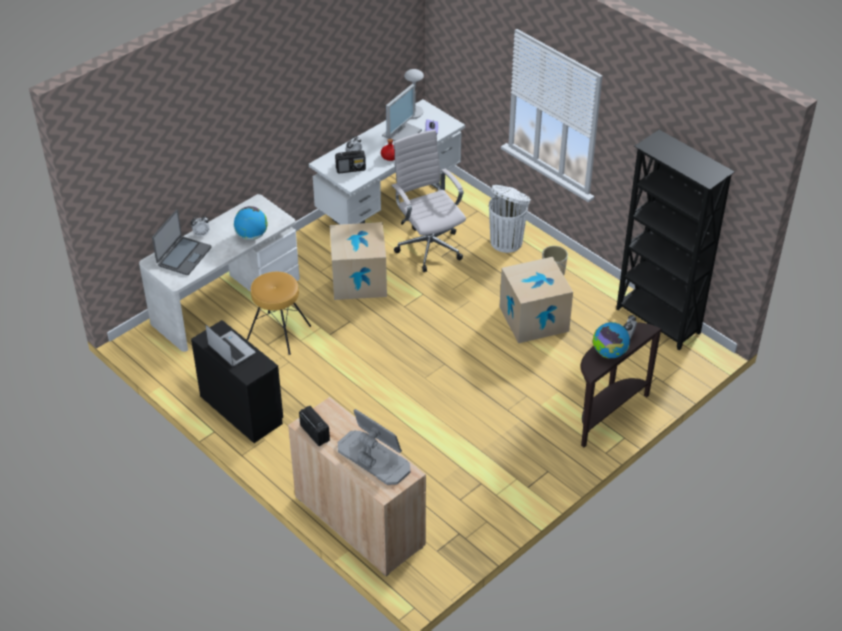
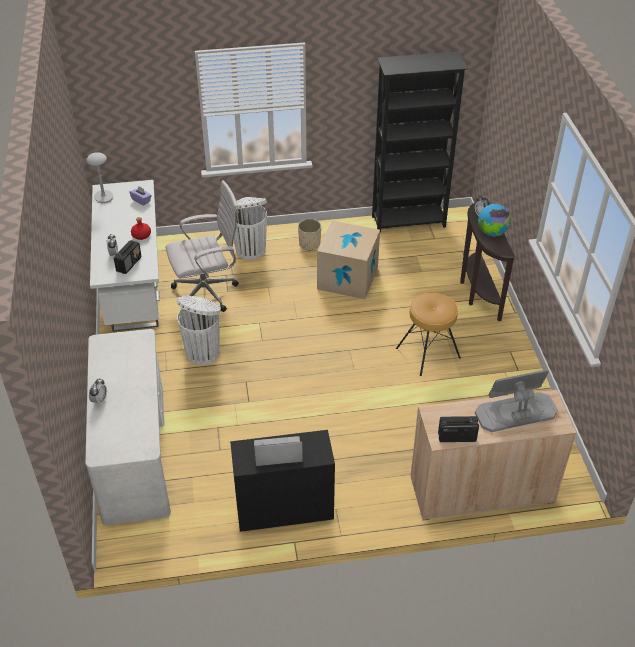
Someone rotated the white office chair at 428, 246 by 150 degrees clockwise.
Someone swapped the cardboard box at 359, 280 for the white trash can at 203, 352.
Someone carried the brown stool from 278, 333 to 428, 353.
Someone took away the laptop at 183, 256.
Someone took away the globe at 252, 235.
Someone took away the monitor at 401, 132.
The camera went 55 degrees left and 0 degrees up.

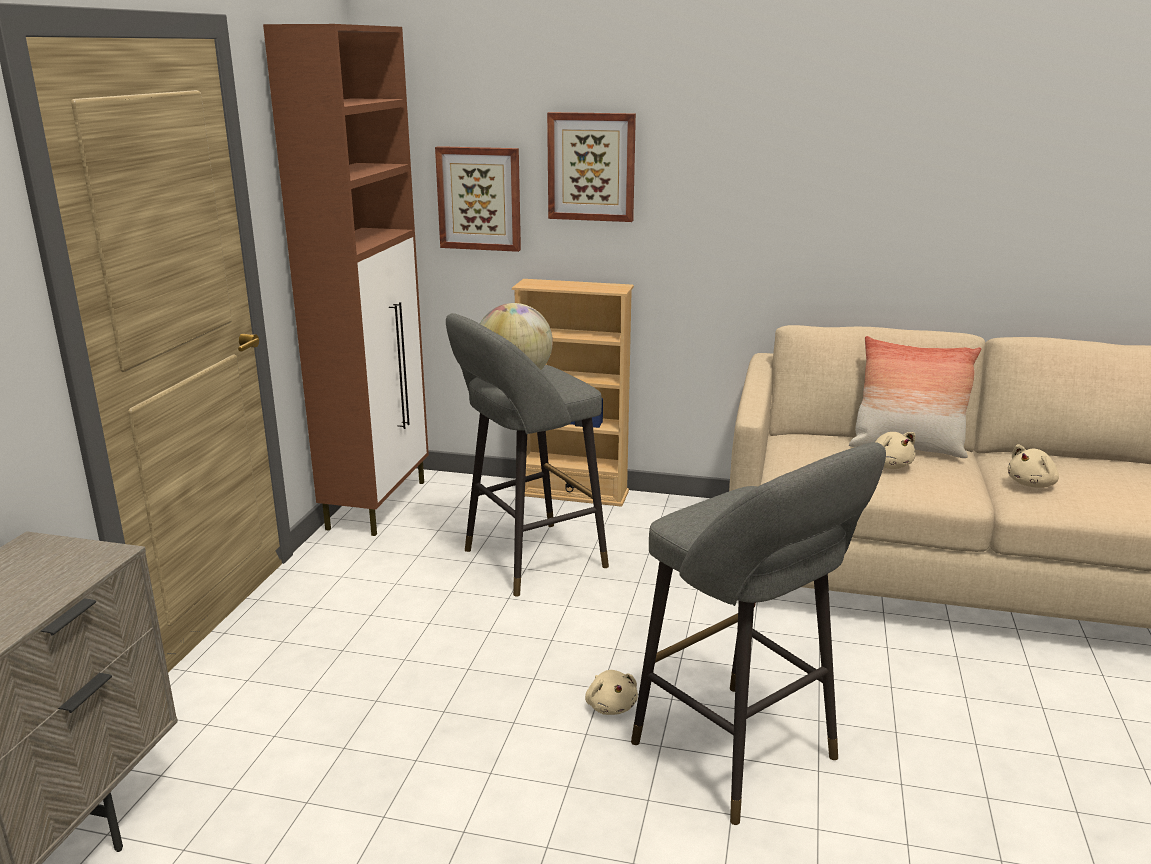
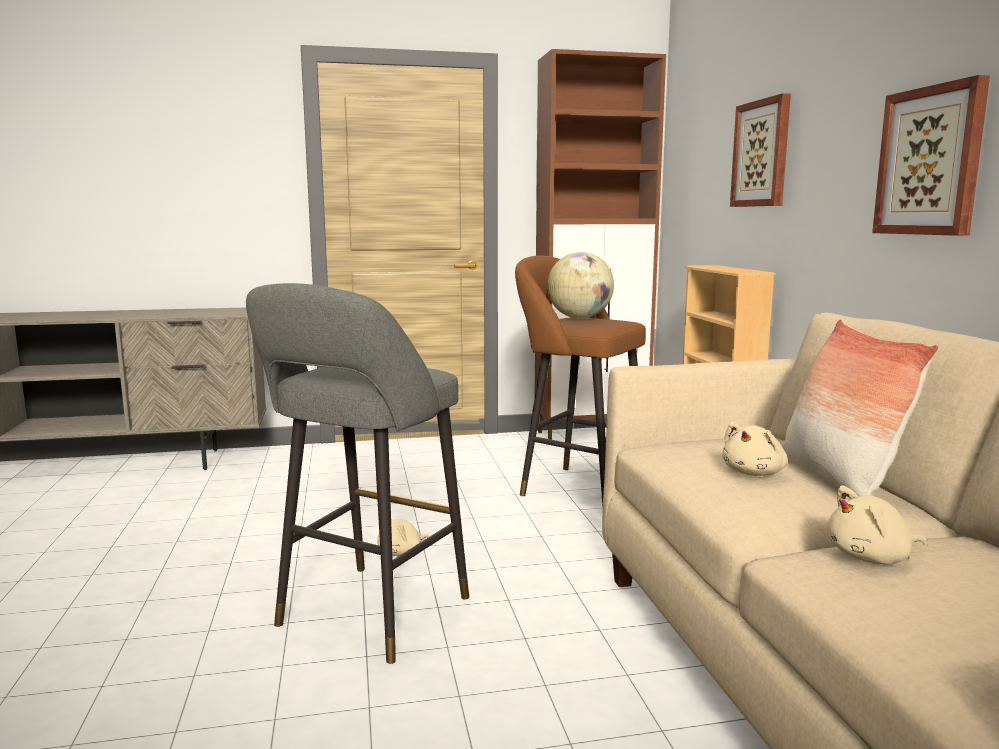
Someone repainted the grey stool at 527, 560, which became the brown stool at 577, 488.
Someone rotated the beige plush toy at 1032, 484 by 45 degrees counterclockwise.
Someone carried the picture from 479, 198 to 930, 161.
The camera went 65 degrees right and 10 degrees down.

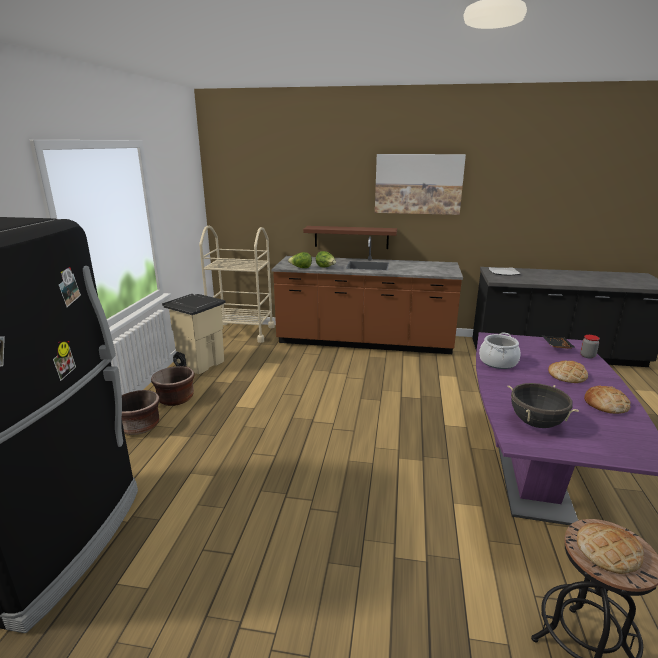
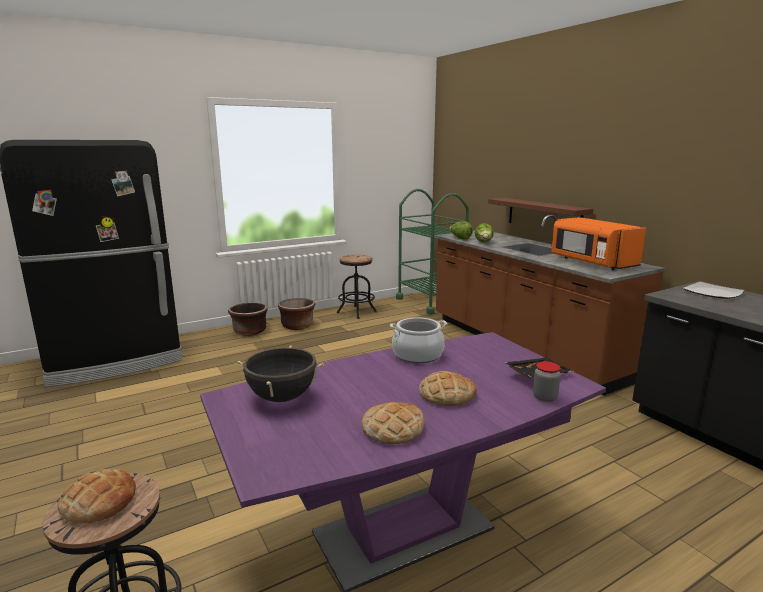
Someone swapped the beige trash can at 200, 363 for the black stool at 356, 312.
Someone repainted the beige cart at 241, 332, which became the green cart at 430, 302.
Someone put down the orange microwave at 591, 262.
Someone took away the picture at 418, 184.
The camera went 50 degrees right and 5 degrees down.

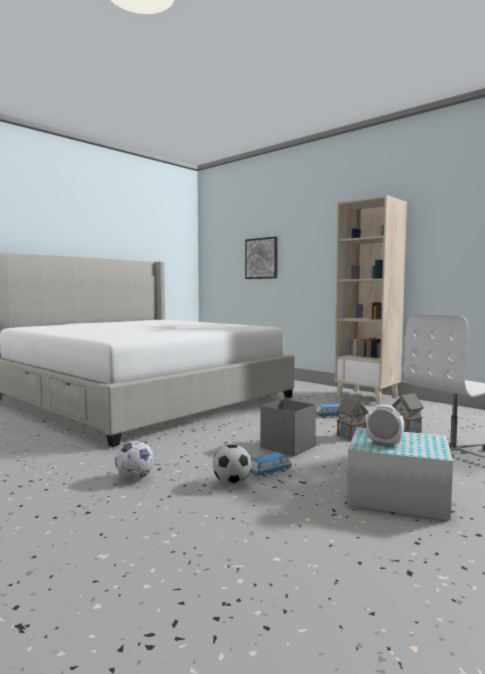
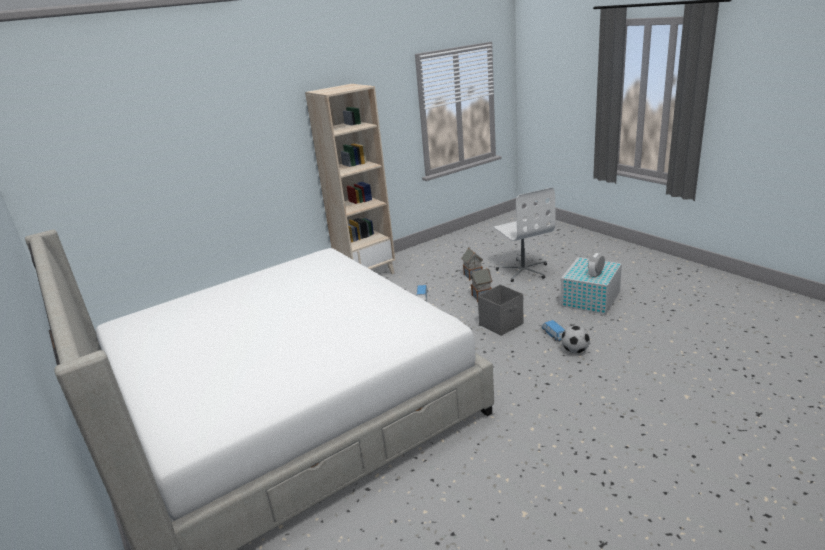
Someone took away the football at 135, 478.
Someone took away the picture at 261, 258.
The camera went 75 degrees left and 20 degrees up.

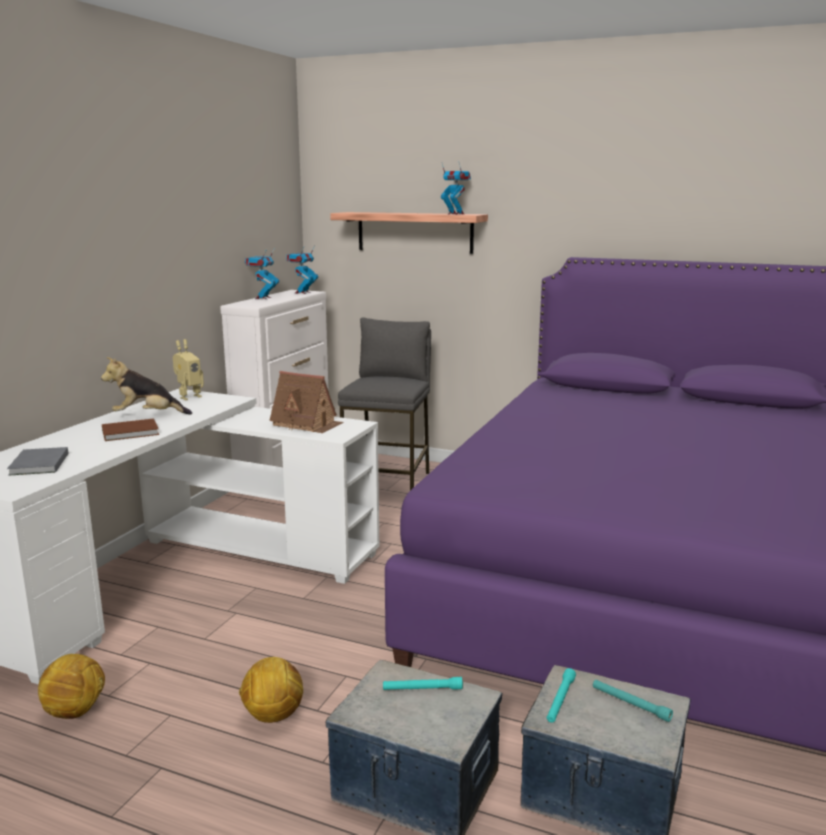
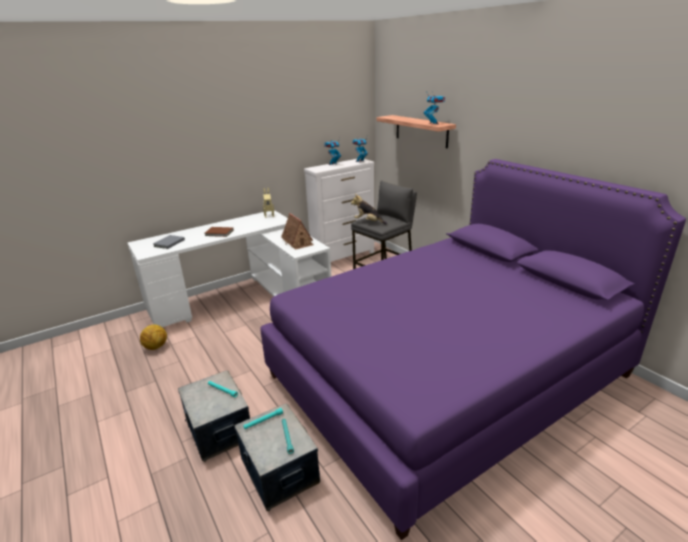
Someone carried the plush toy from 147, 416 to 368, 222.
Someone took away the football at 273, 716.
The camera went 35 degrees right and 10 degrees up.

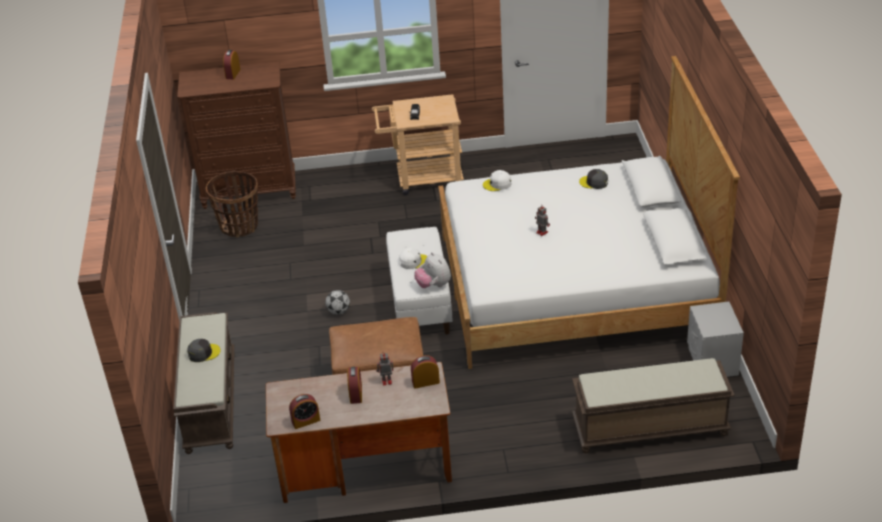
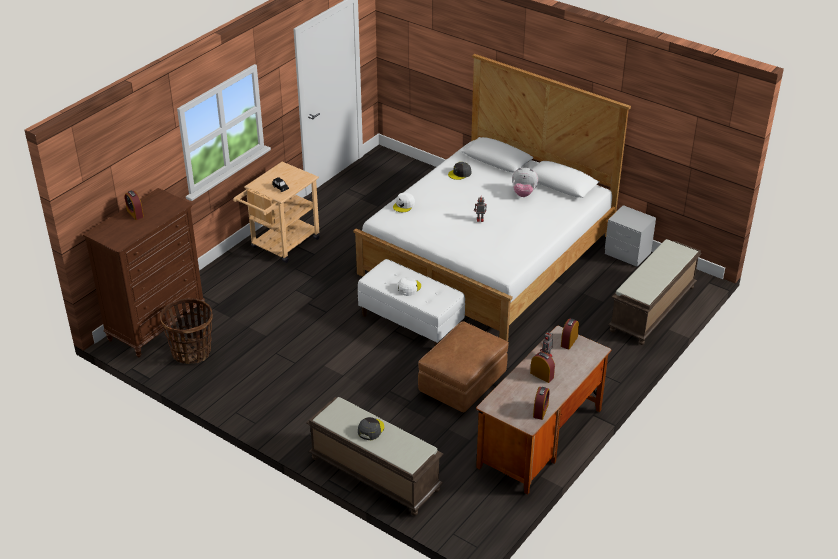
Someone carried the plush toy from 434, 285 to 523, 194.
Someone took away the football at 338, 311.
The camera went 50 degrees left and 0 degrees up.

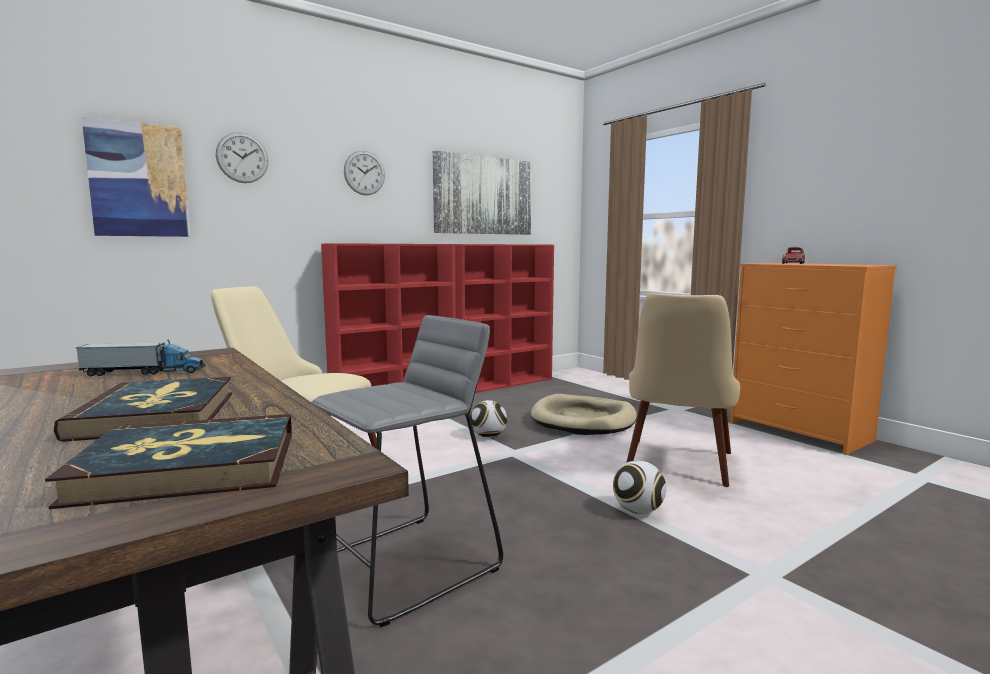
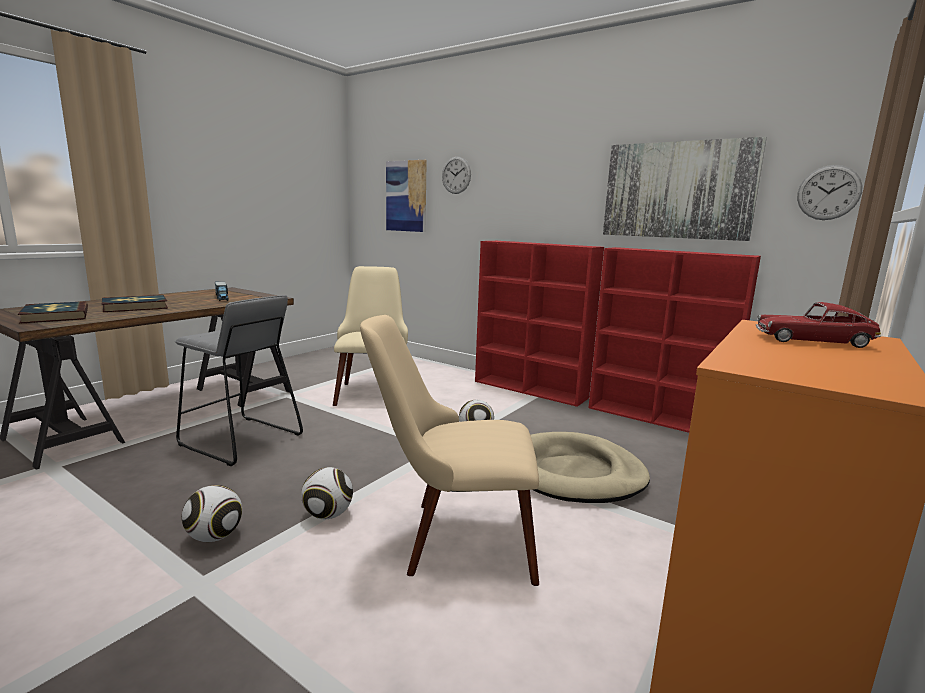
Someone put down the football at 214, 537.
Someone carried the wall clock from 364, 173 to 828, 192.
The camera went 70 degrees right and 5 degrees up.

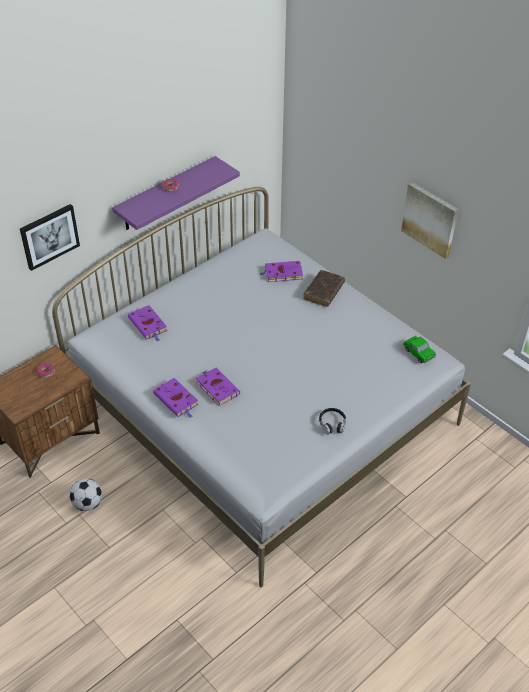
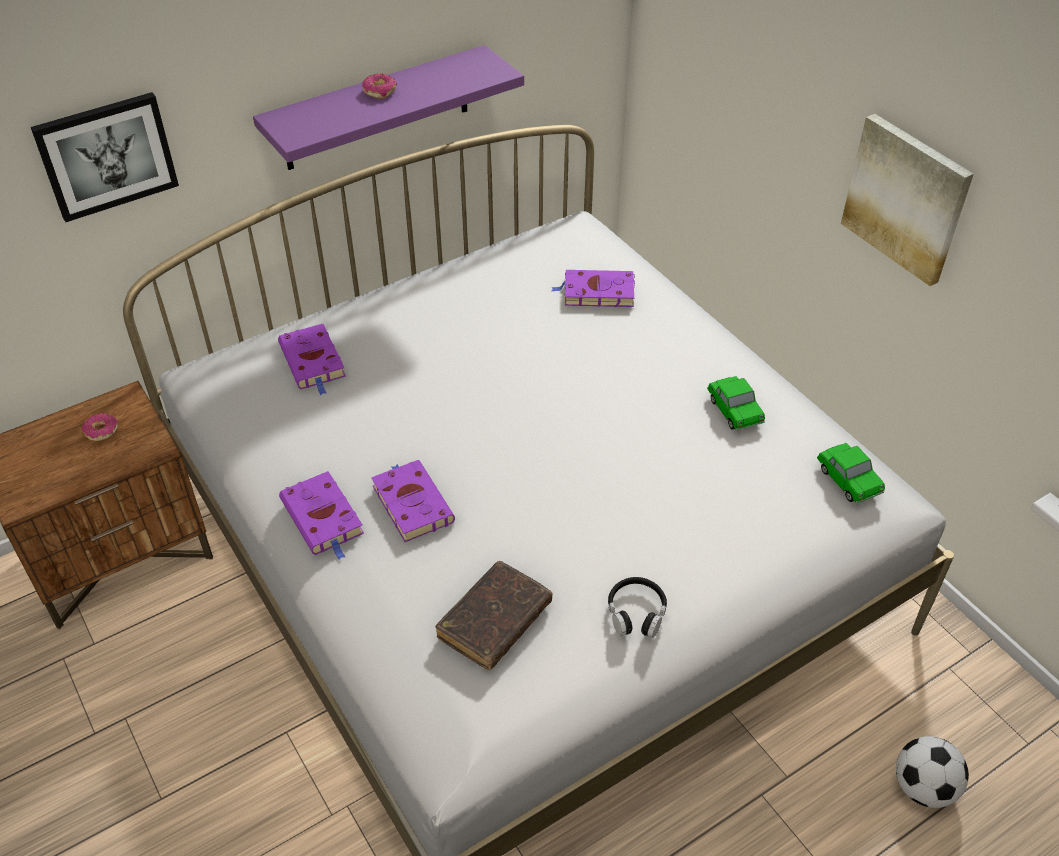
Someone carried the brown book from 323, 292 to 494, 622.
Someone put down the toy car at 734, 411.
Someone carried the football from 88, 504 to 923, 787.
The camera went 10 degrees right and 0 degrees up.

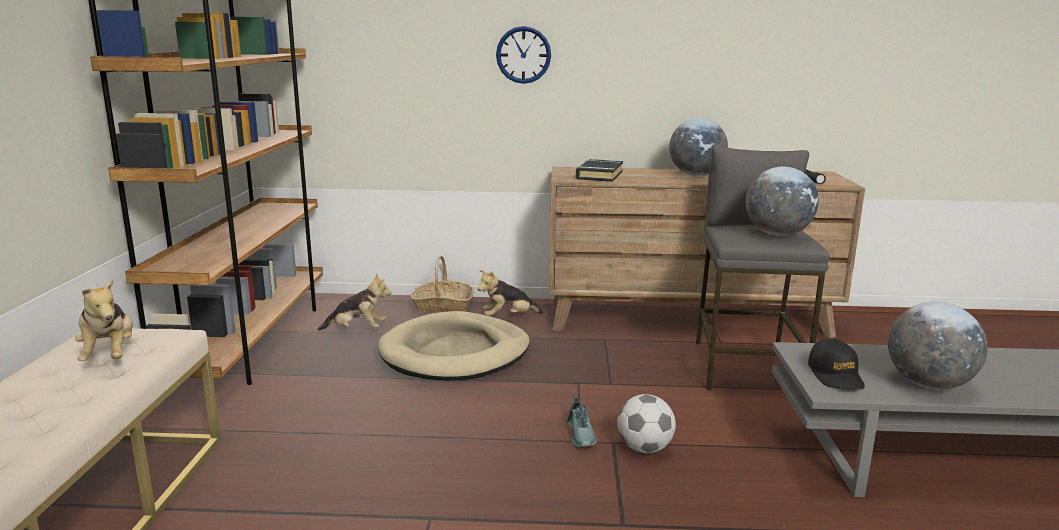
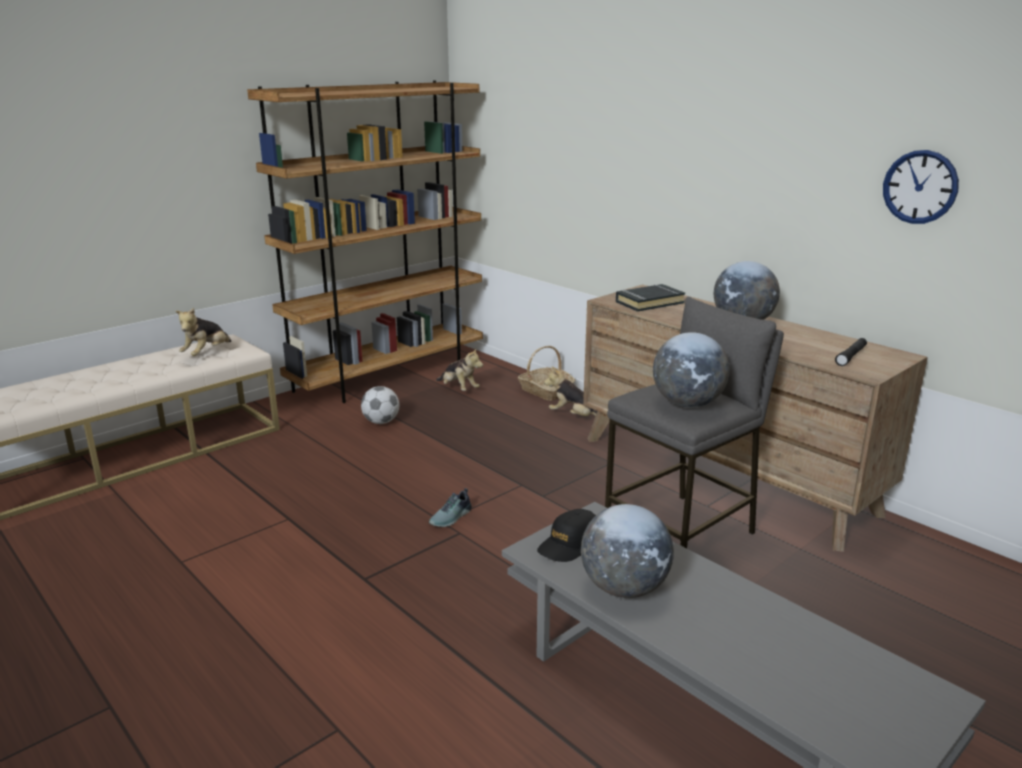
Someone carried the football from 644, 448 to 381, 422.
Someone carried the wall clock from 523, 55 to 920, 187.
Someone took away the beige dog bed at 455, 353.
The camera went 45 degrees right and 5 degrees up.

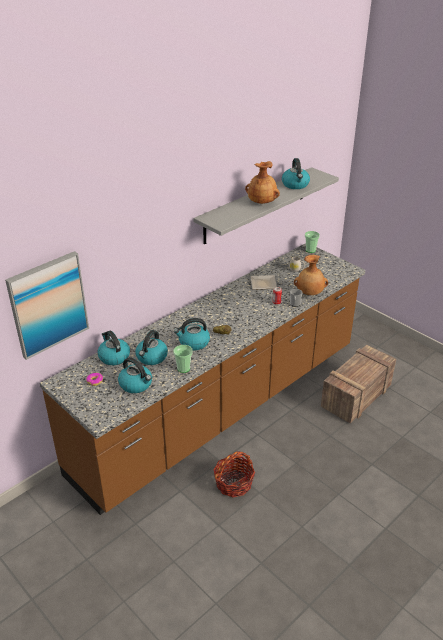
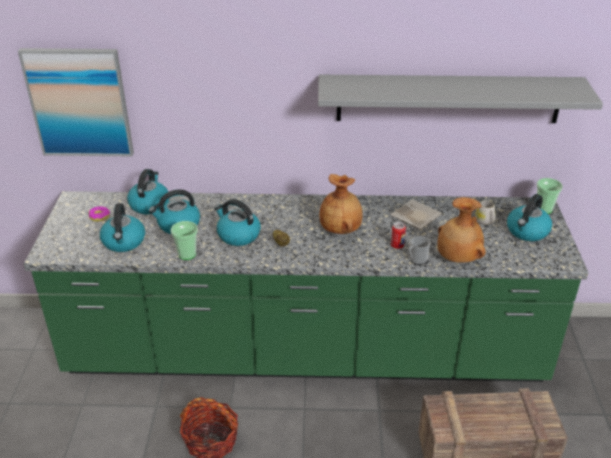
Someone repainted the brown counter at 221, 408, which became the green counter at 305, 353.
Someone carried the brown vase from 262, 202 to 341, 229.
Someone carried the kettle from 295, 185 to 527, 232.
The camera went 45 degrees right and 0 degrees up.

